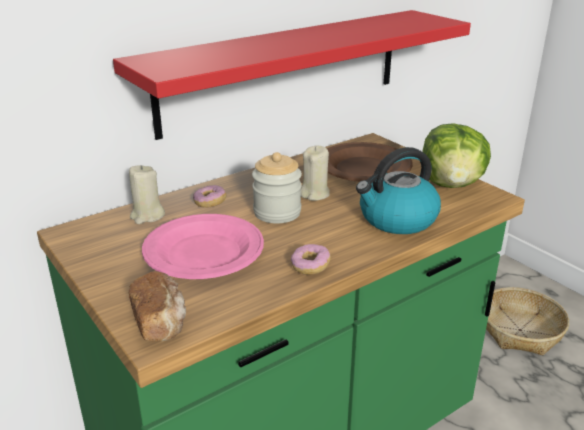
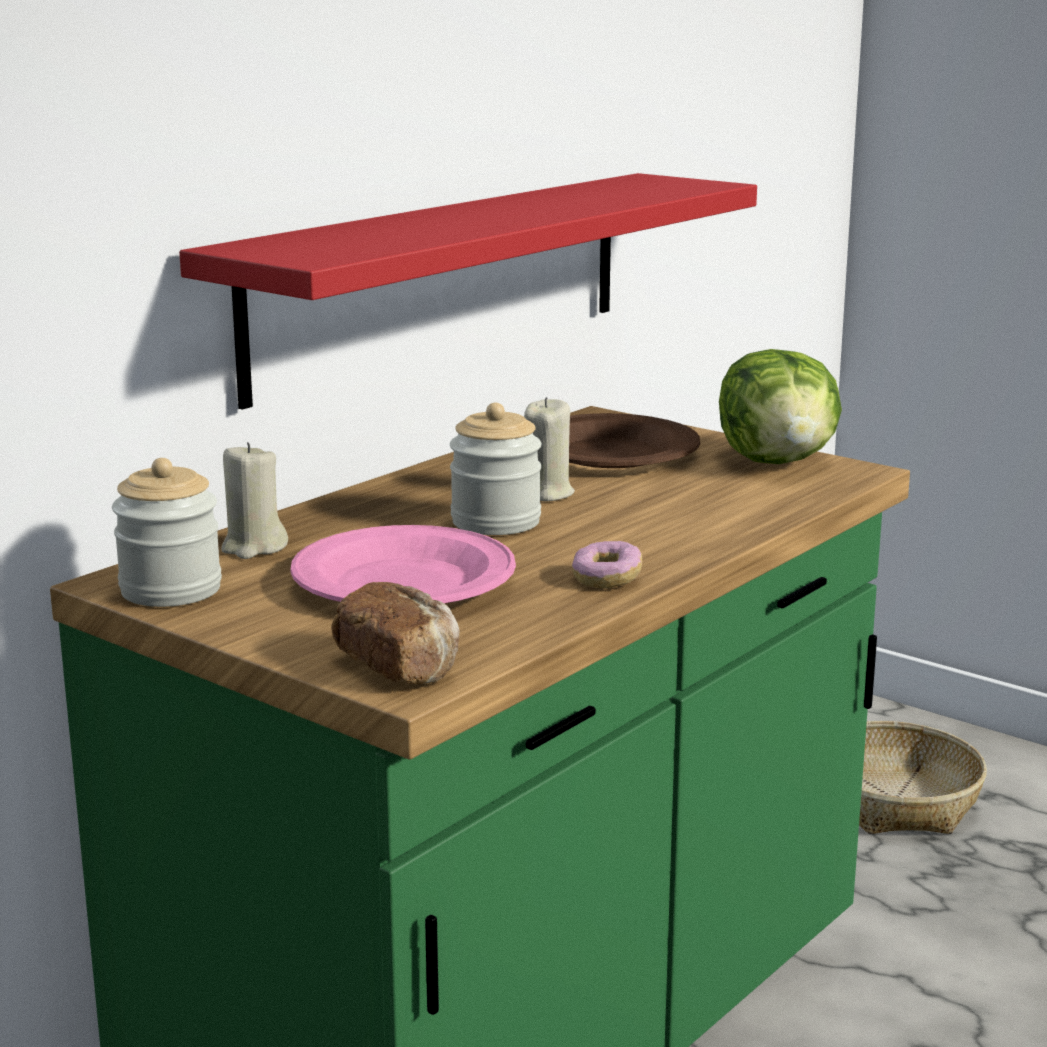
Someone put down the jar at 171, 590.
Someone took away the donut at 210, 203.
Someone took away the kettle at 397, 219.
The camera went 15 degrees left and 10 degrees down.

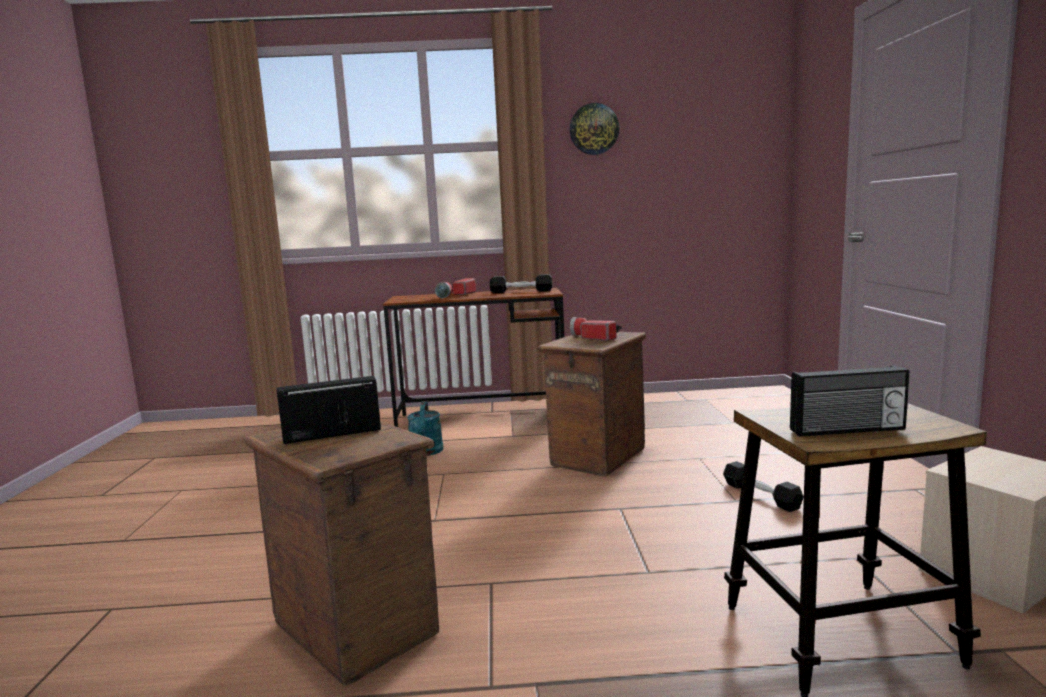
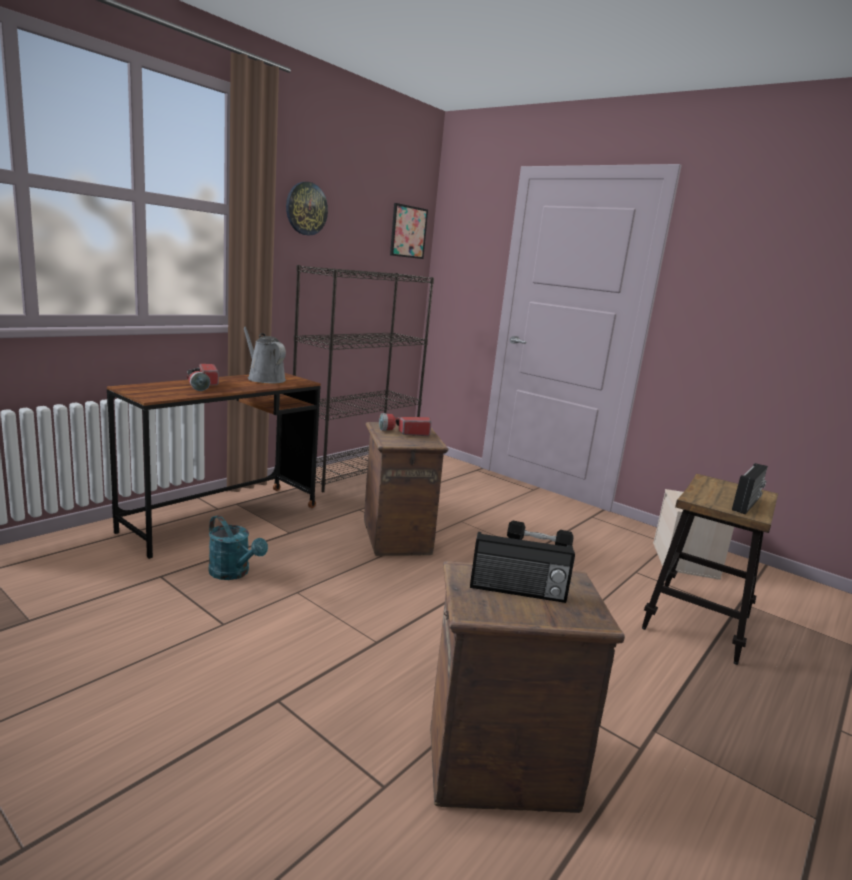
Someone swapped the black dumbbell at 521, 291 for the grey watering can at 264, 379.
Someone put down the black bookcase at 355, 470.
Someone put up the picture at 408, 232.
Someone rotated the radio at 332, 433 by 105 degrees counterclockwise.
The camera went 50 degrees left and 5 degrees up.

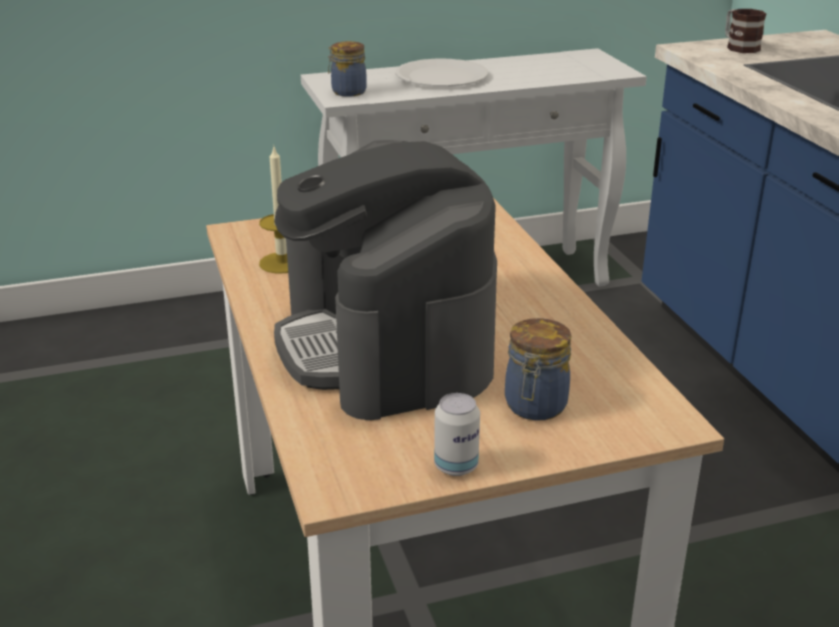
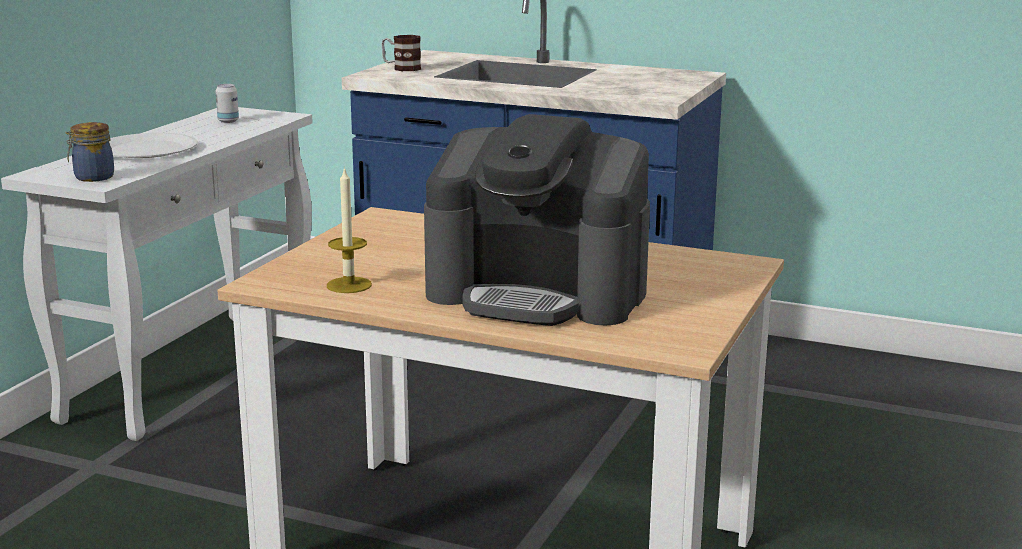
Someone carried the can from 456, 466 to 228, 121.
Someone took away the jar at 535, 407.
The camera went 50 degrees left and 10 degrees down.

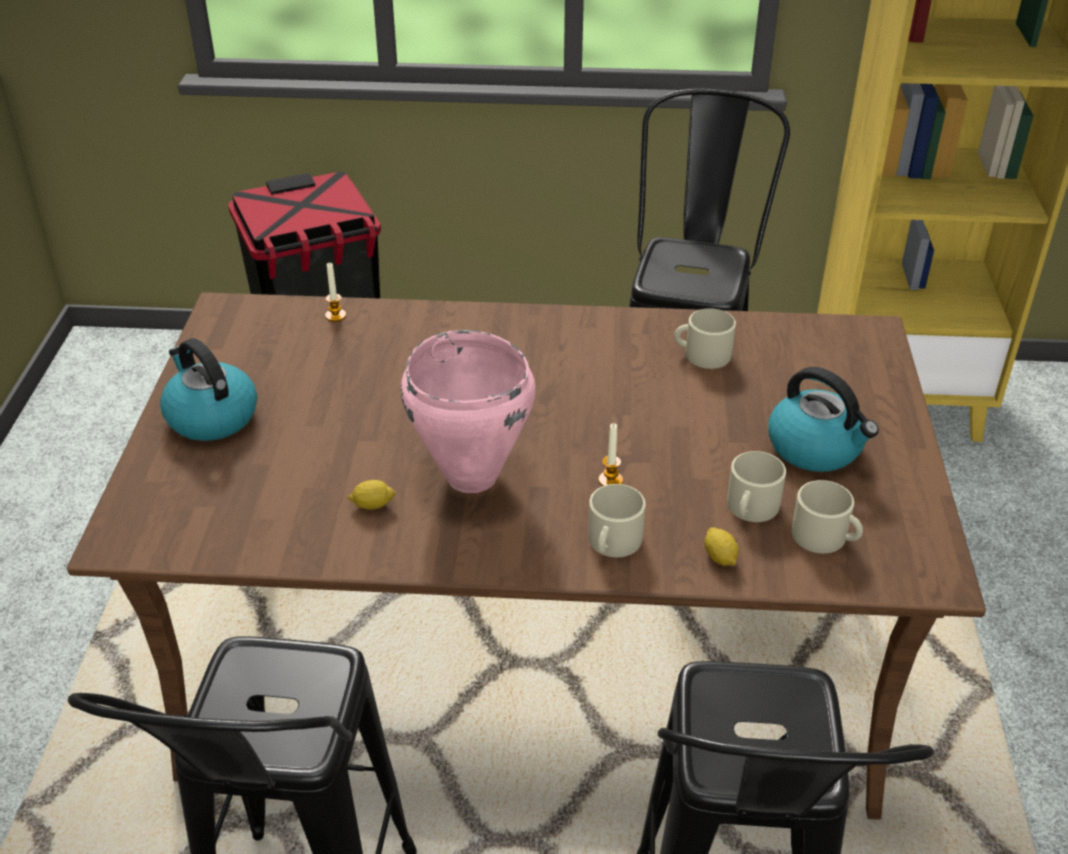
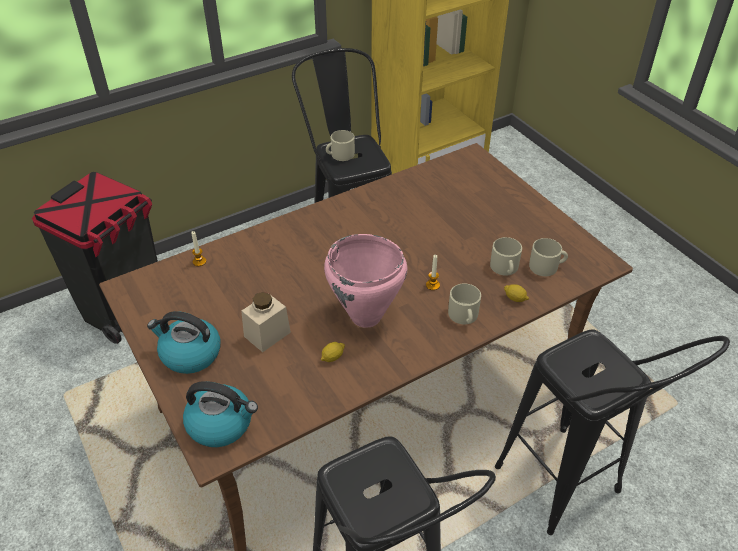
Someone carried the kettle from 816, 448 to 221, 424.
Someone put down the beige jar at 267, 334.
Someone carried the beige mug from 702, 354 to 340, 155.
The camera went 35 degrees left and 5 degrees up.

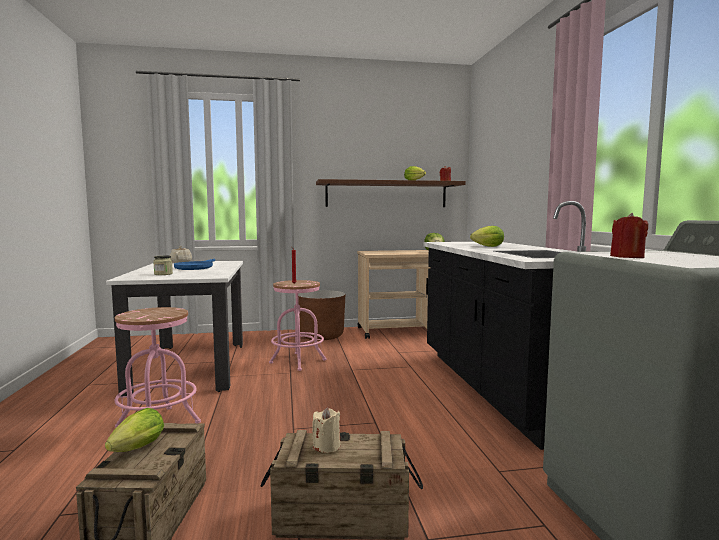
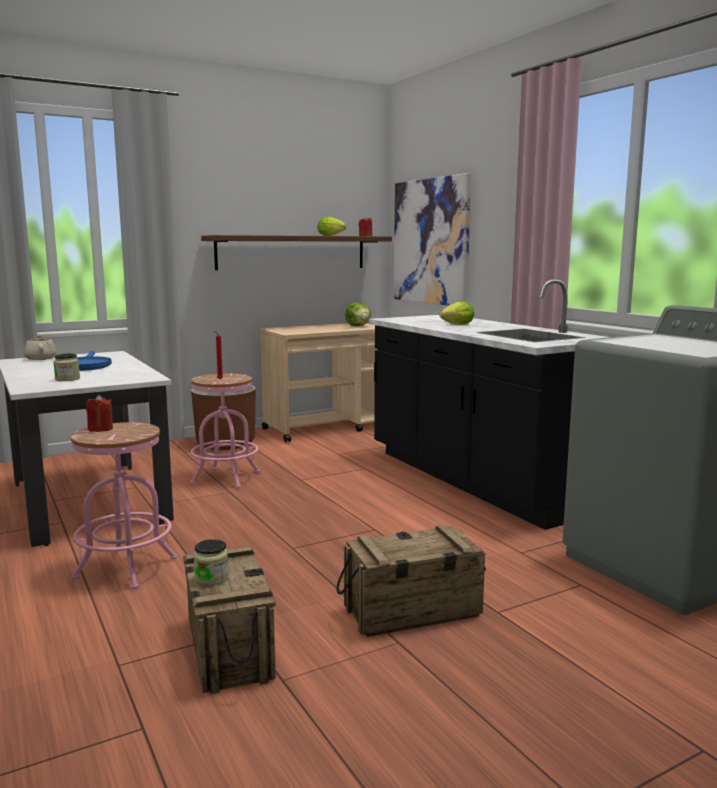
Someone carried the red candle from 627, 257 to 100, 429.
Someone swapped the lettuce at 135, 450 for the jar at 211, 578.
Someone put up the picture at 431, 241.
Someone took away the beige candle at 326, 446.
The camera went 20 degrees left and 5 degrees up.

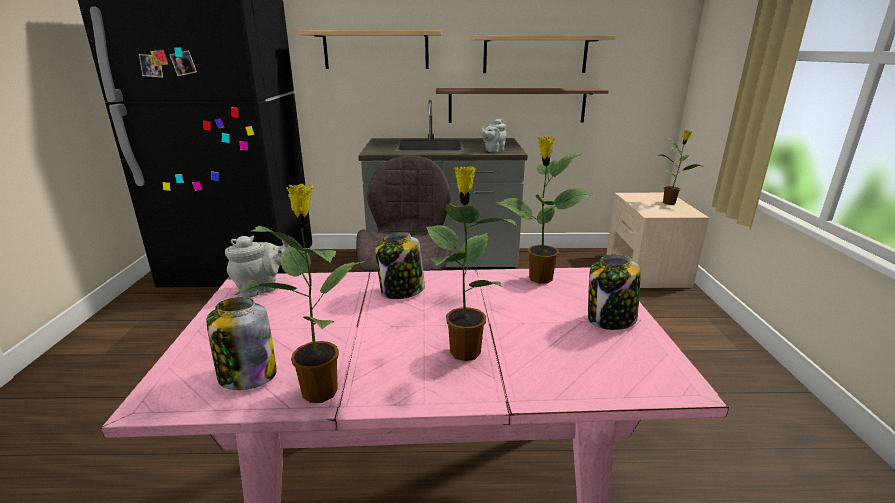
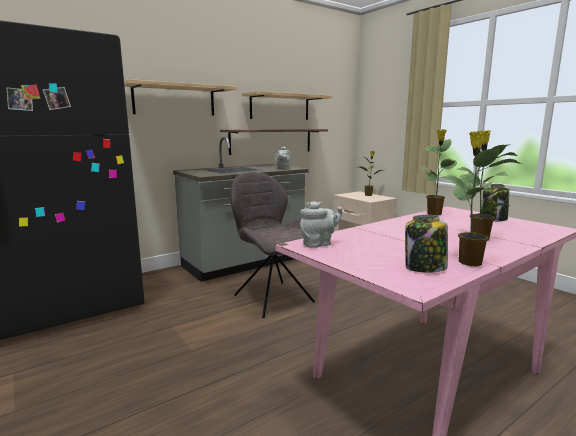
Someone rotated the grey teapot at 261, 289 by 45 degrees clockwise.
Someone took away the jar at 401, 291.
The camera went 35 degrees left and 10 degrees down.

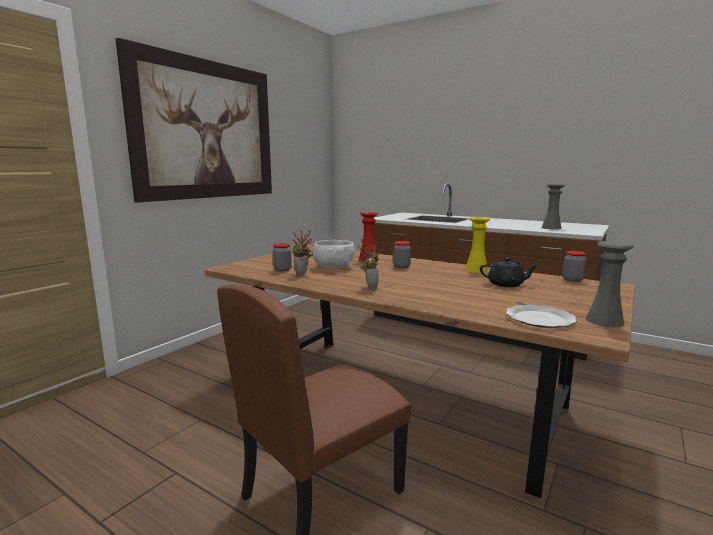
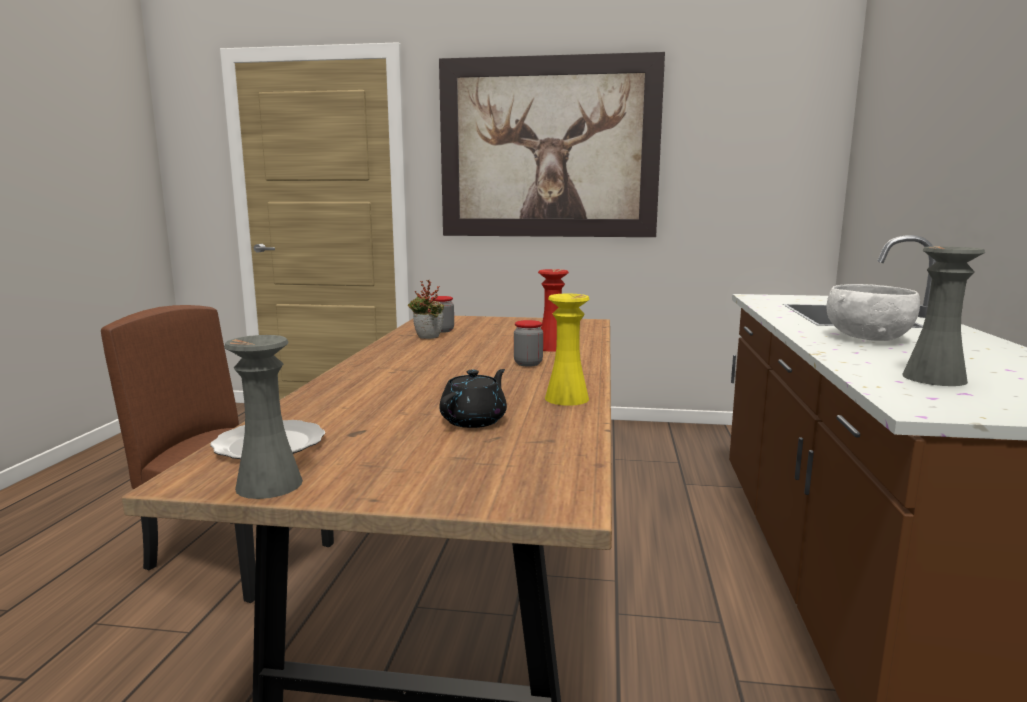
Someone rotated the black teapot at 506, 284 by 135 degrees counterclockwise.
Someone carried the white bowl from 333, 267 to 866, 338.
Someone took away the potted plant at 370, 287.
Someone took away the jar at 572, 280.
The camera went 65 degrees right and 0 degrees up.

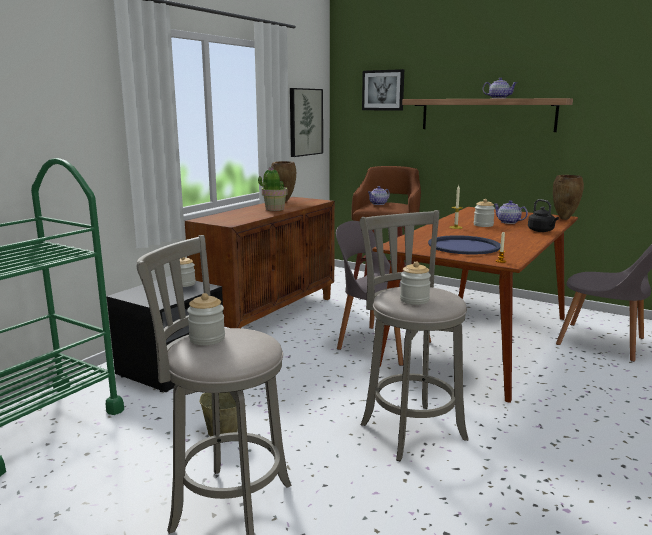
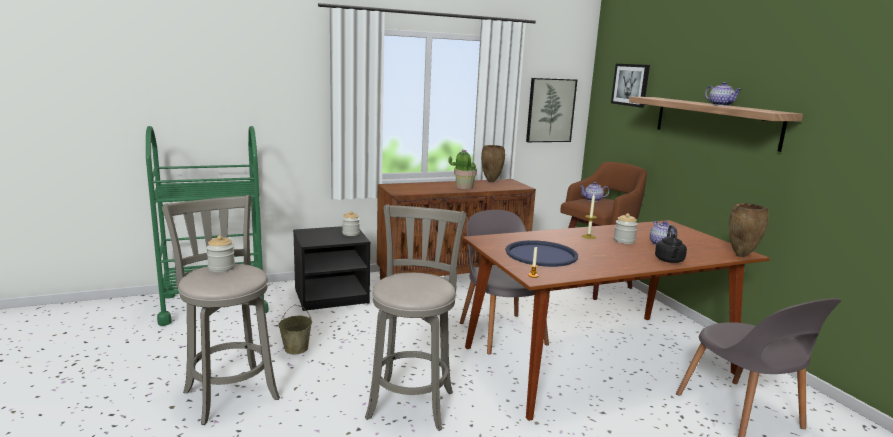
Someone took away the jar at 414, 300.
The camera went 35 degrees right and 0 degrees up.

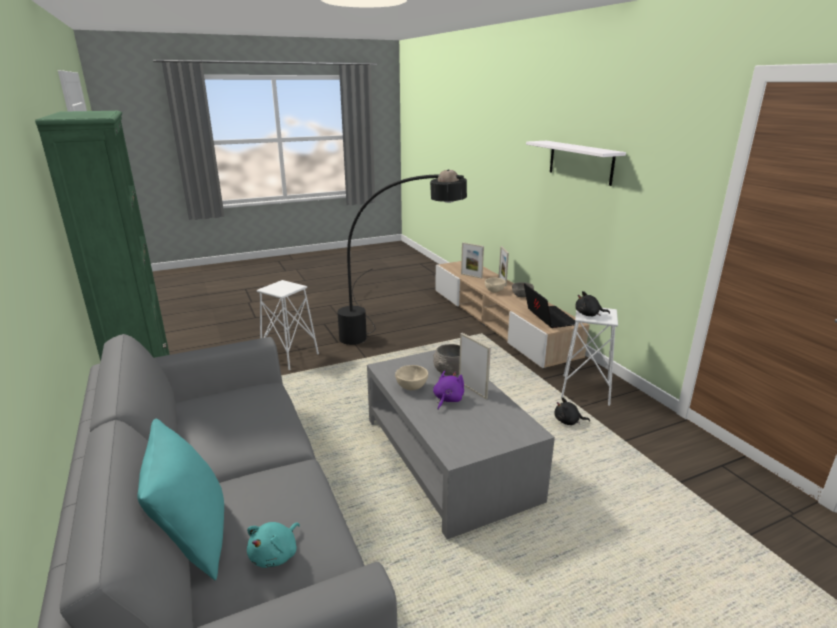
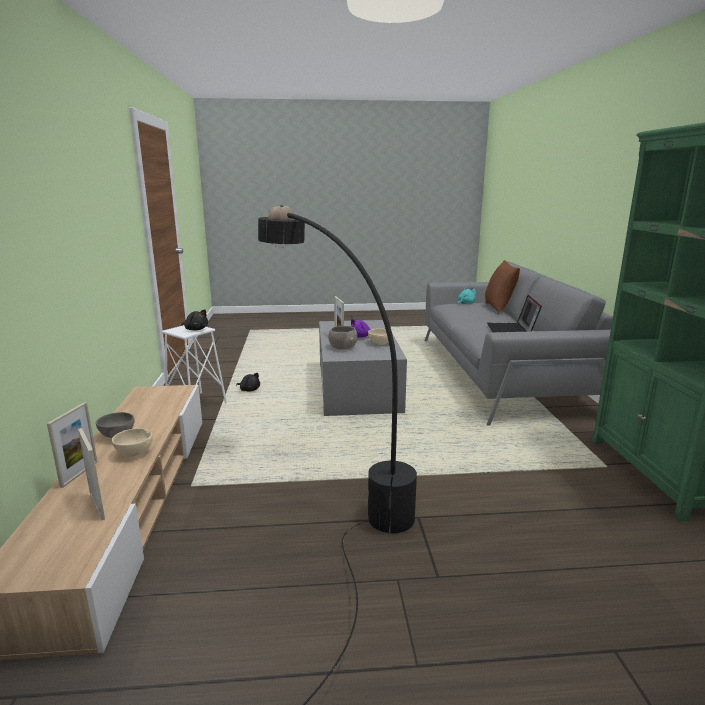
Someone repainted the turquoise pillow at 194, 540, which became the brown pillow at 499, 308.
Someone carried the laptop from 548, 317 to 512, 331.
Someone took away the white stool at 290, 356.
Someone took away the white shelf at 580, 162.
The camera went 160 degrees left and 5 degrees down.

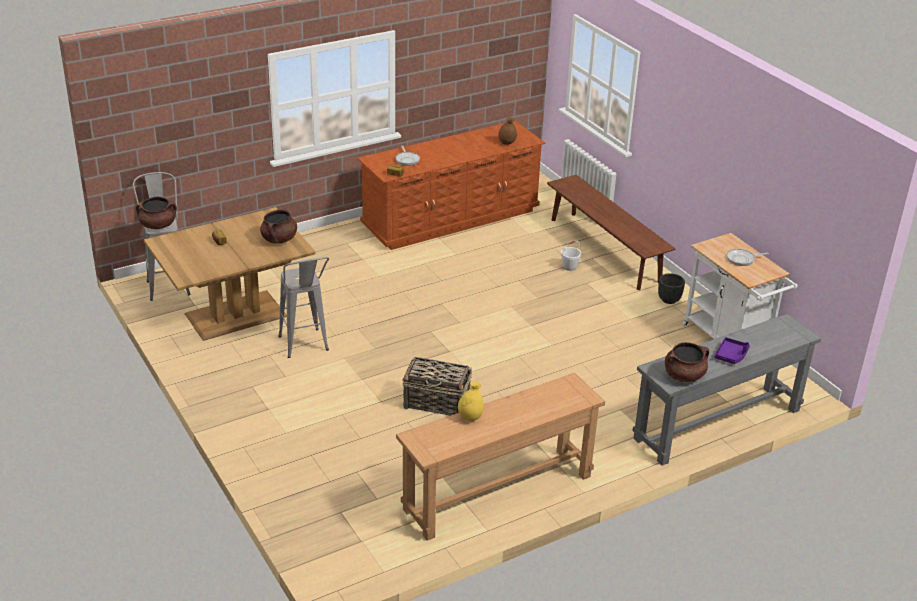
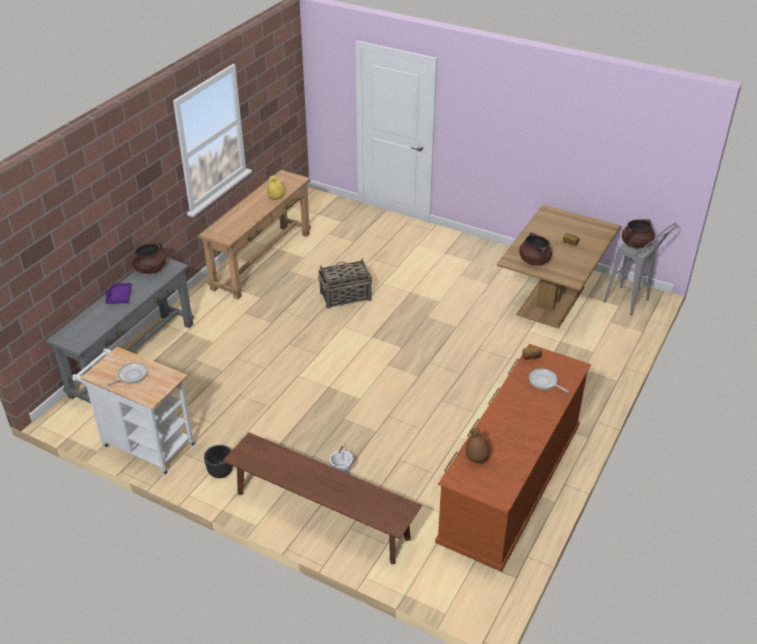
Someone took away the grey stool at 305, 348.
The camera went 150 degrees right and 5 degrees up.

